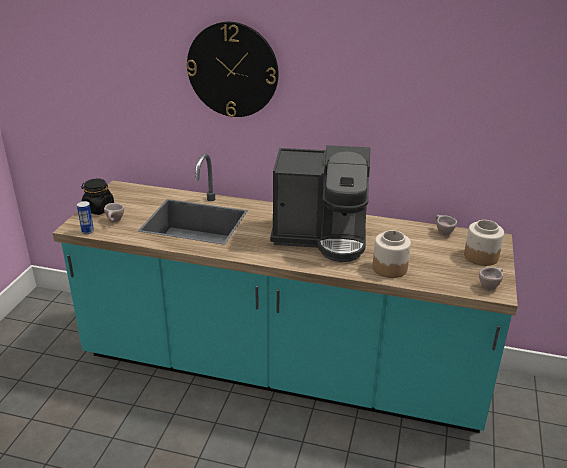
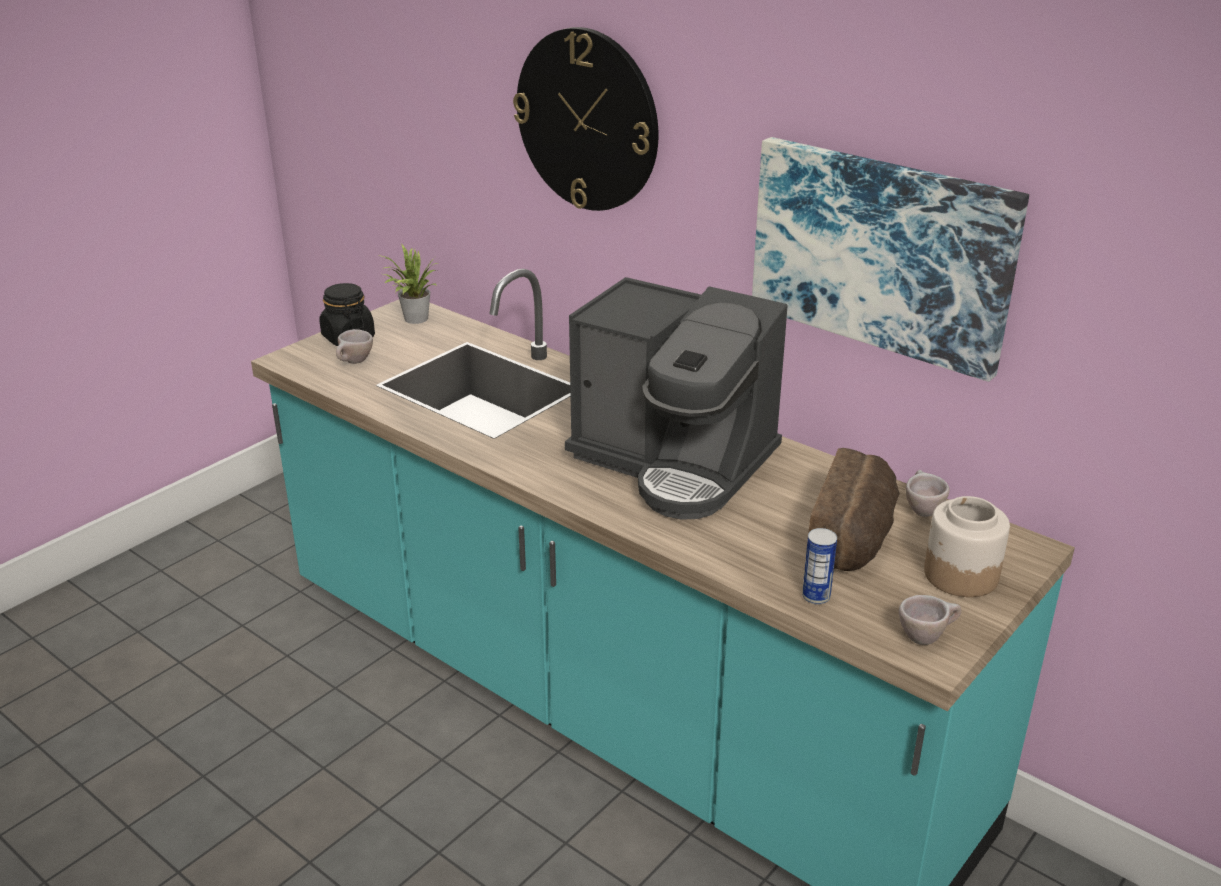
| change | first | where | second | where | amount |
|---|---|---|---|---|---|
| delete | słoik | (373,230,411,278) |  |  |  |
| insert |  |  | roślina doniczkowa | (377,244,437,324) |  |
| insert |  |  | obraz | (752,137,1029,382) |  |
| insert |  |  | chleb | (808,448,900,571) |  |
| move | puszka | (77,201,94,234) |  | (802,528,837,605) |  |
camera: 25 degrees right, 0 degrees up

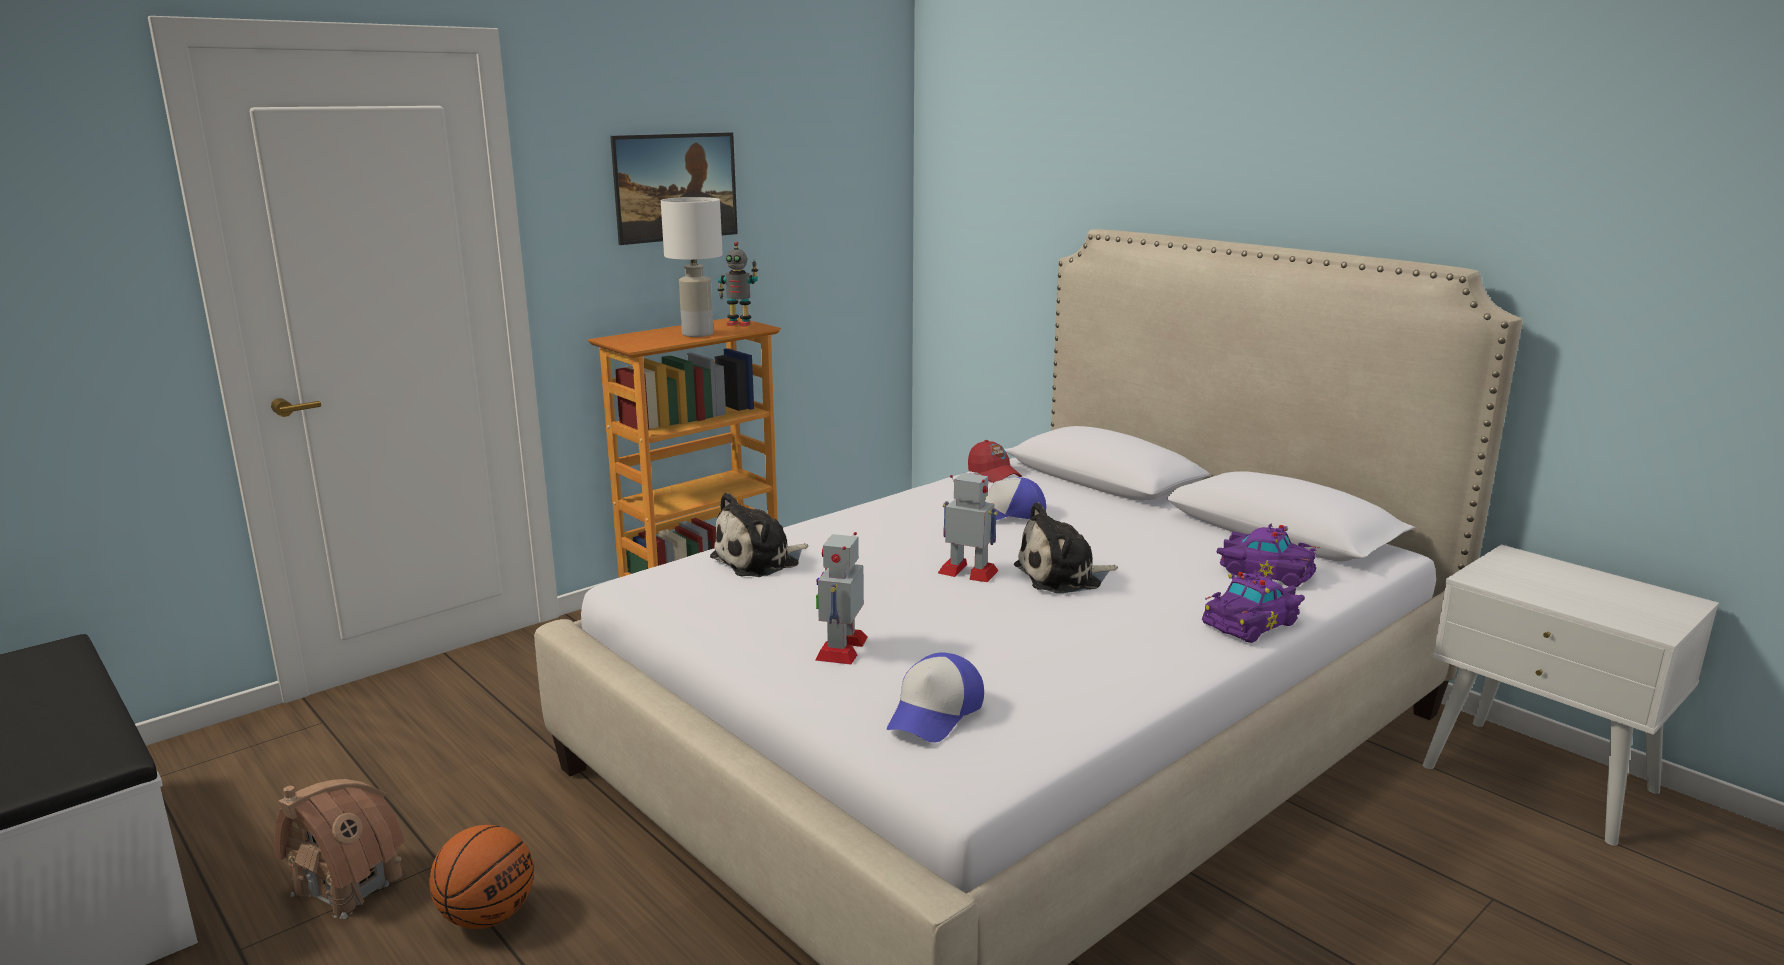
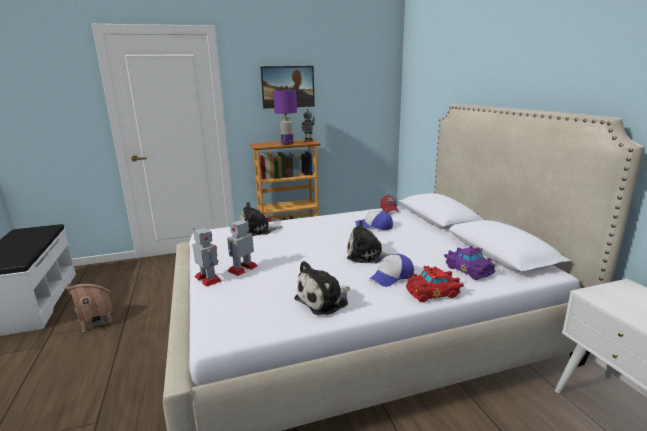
| change | first | where | second | where | amount |
|---|---|---|---|---|---|
| delete | piłka do koszykówki | (429,825,534,929) |  |  |  |
| insert |  |  | pluszak | (294,261,350,315) |  |
| move | czapka z daszkiem | (887,652,984,742) |  | (369,254,414,287) |  |
| move | robot zabawkowy | (938,473,998,582) |  | (192,228,222,287) |  |
| recolor | lampa stołowa (biały) | (661,197,723,337) | lampa stołowa (fioletowy) | (273,90,297,145) |  |
| recolor | samochodzik (fioletowy) | (1202,570,1305,643) | samochodzik (czerwony) | (406,266,464,302) |  |
camera: 25 degrees right, 0 degrees up

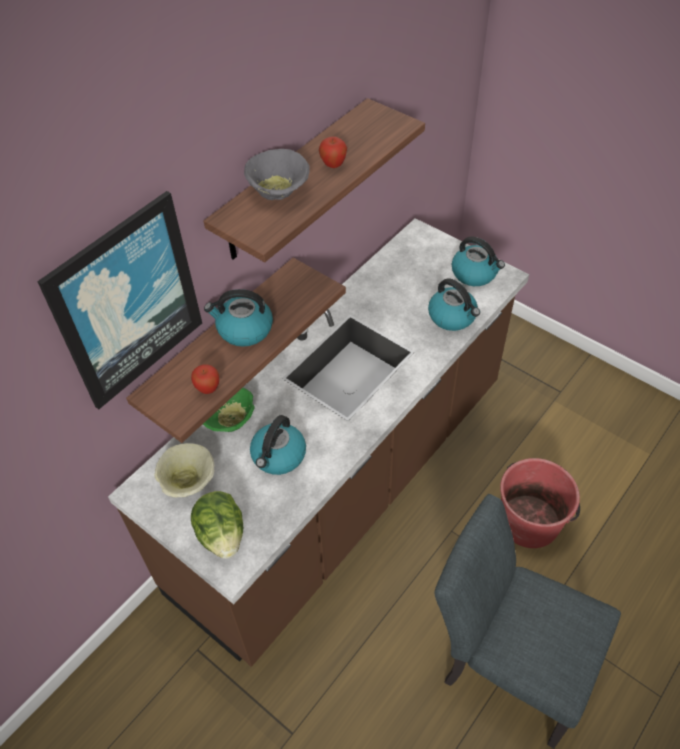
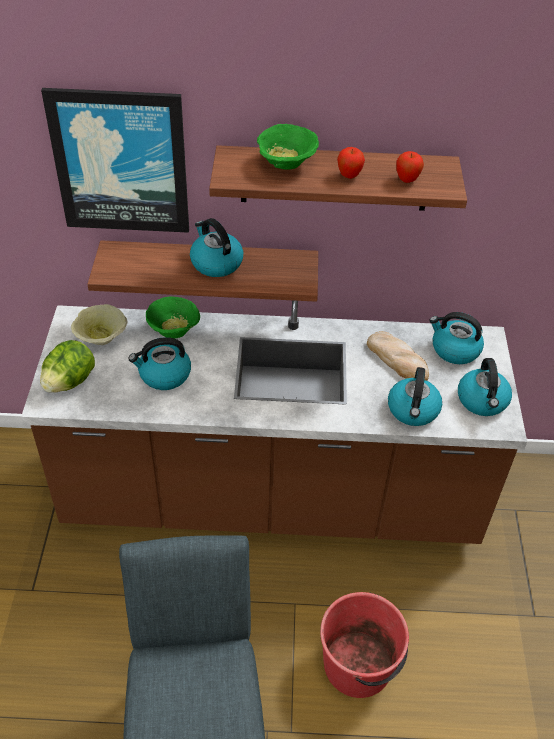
| change | first | where | second | where | amount |
|---|---|---|---|---|---|
| insert |  |  | chleb | (367,331,429,381) |  |
| insert |  |  | czajnik | (429,312,484,364) |  |
| move | jabłko | (191,364,219,394) |  | (396,151,424,183) |  |
| recolor | miska (szary) | (244,149,310,200) | miska (zielony) | (257,124,319,170) |  |
camera: 50 degrees right, 5 degrees down

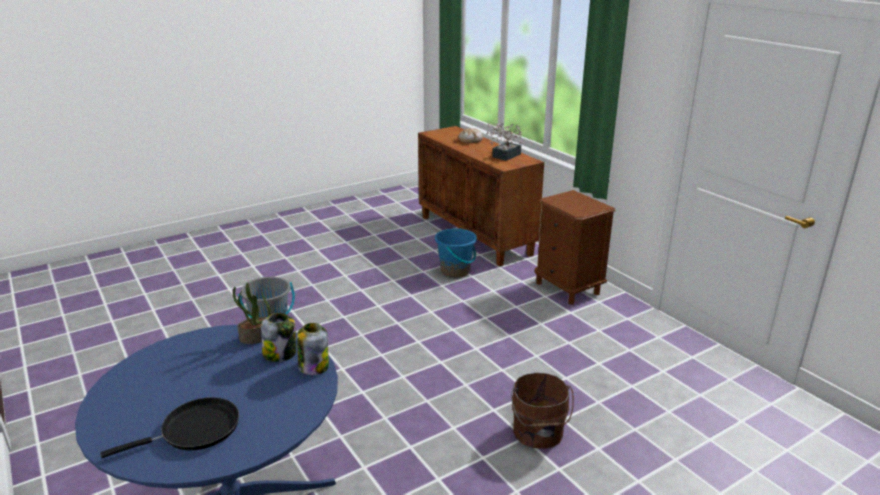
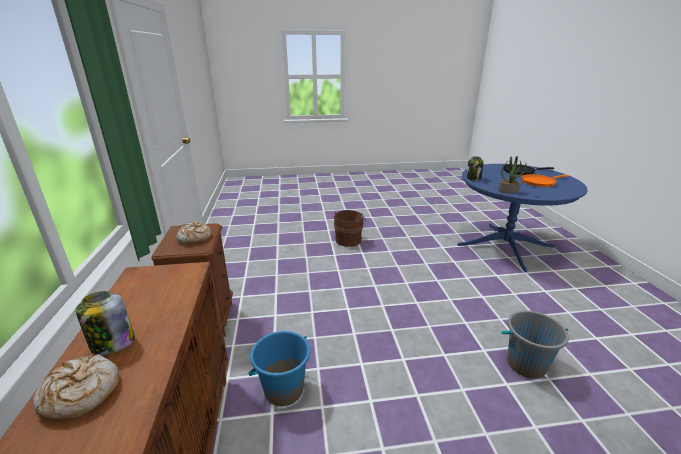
| change | first | where | second | where | amount |
|---|---|---|---|---|---|
| delete | roślina doniczkowa | (486,123,522,161) |  |  |  |
| insert |  |  | chleb | (176,221,211,244) |  |
| insert |  |  | patelnia (pomarańczowy) | (521,174,568,187) |  |
| move | słoik | (261,313,296,362) |  | (76,291,135,355) |  |
camera: 155 degrees left, 0 degrees up

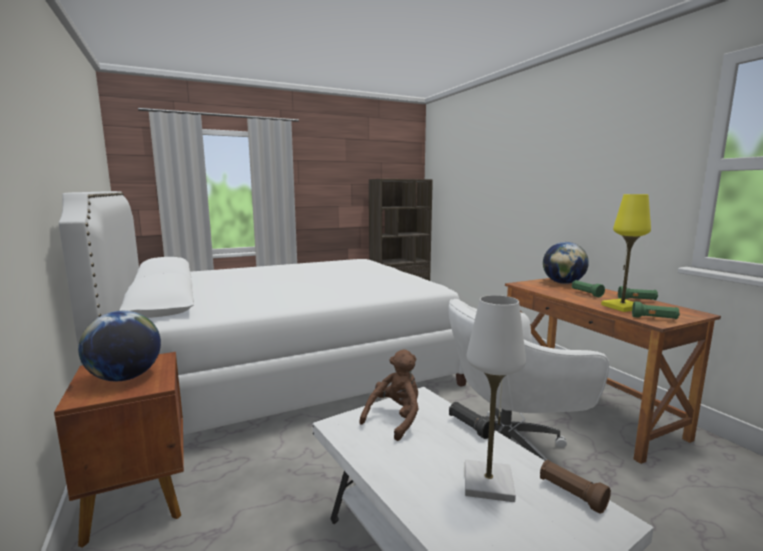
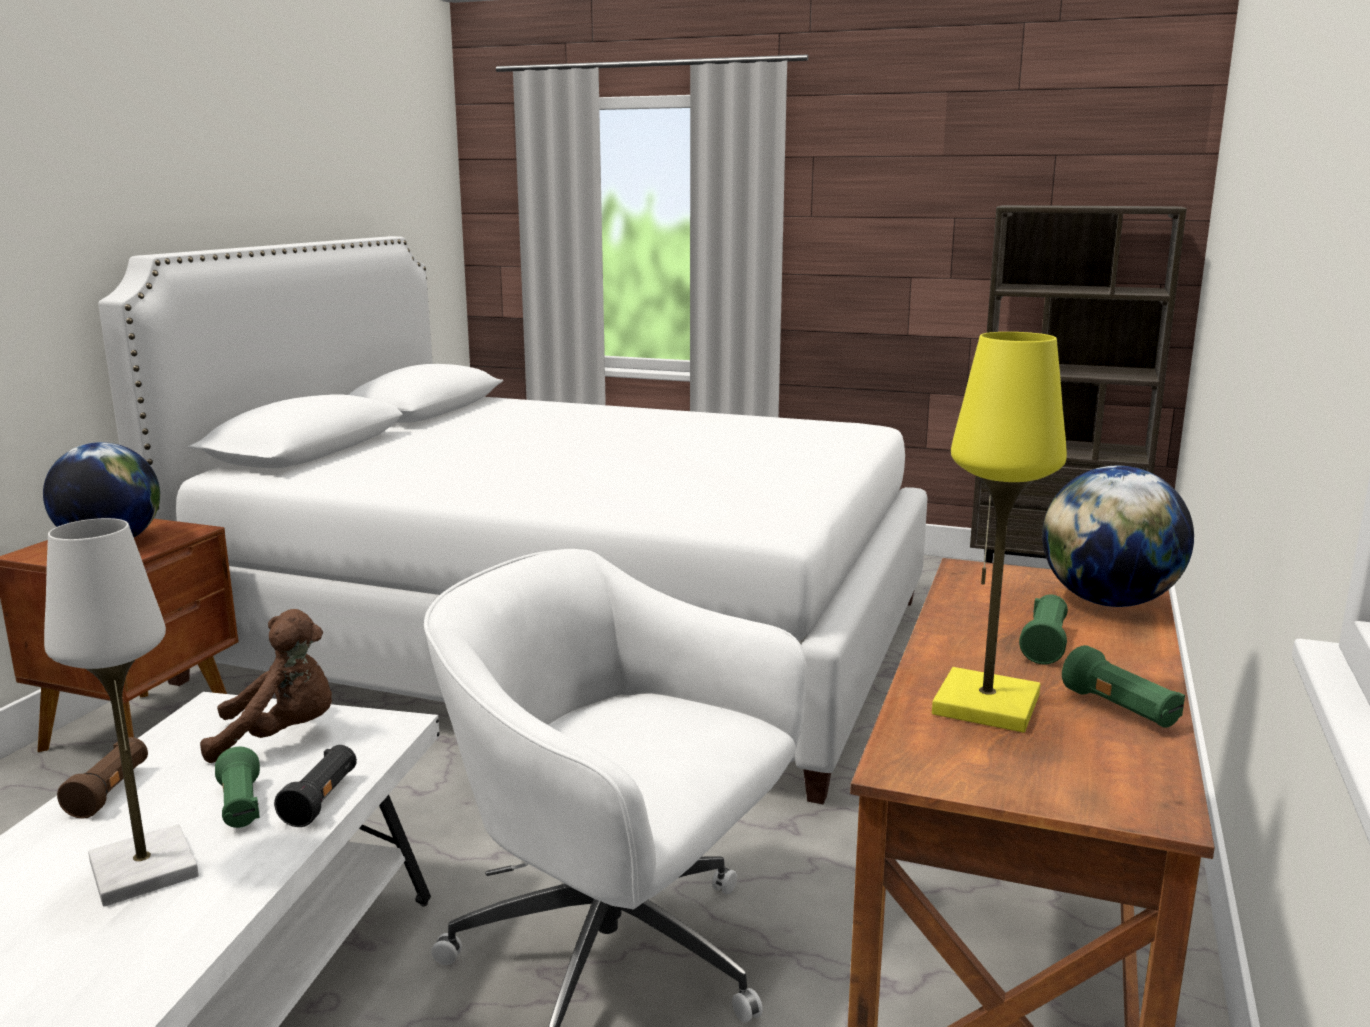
| change | first | where | second | where | amount |
|---|---|---|---|---|---|
| move | latarka (brązowy) | (540,460,611,514) |  | (57,737,148,819) |  |
| move | latarka (zielony) | (632,301,680,319) |  | (215,746,260,828) |  |
camera: 45 degrees right, 5 degrees up

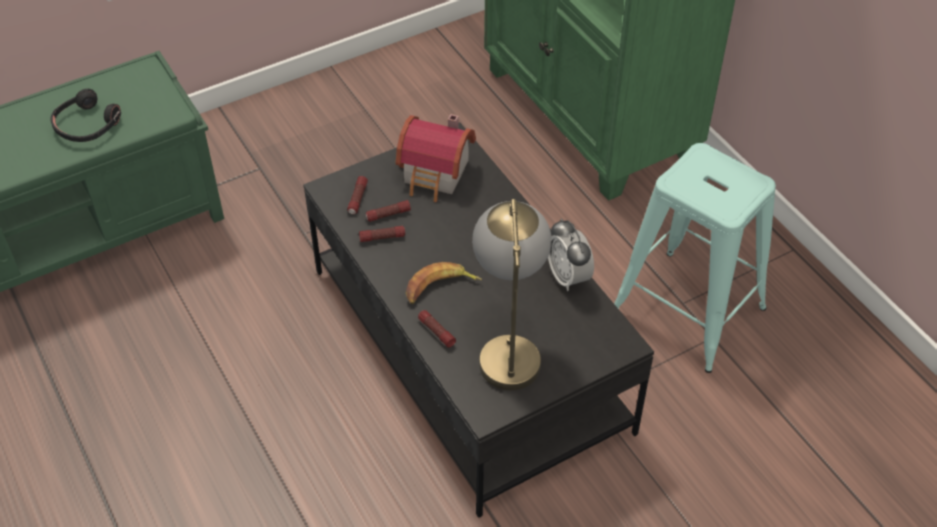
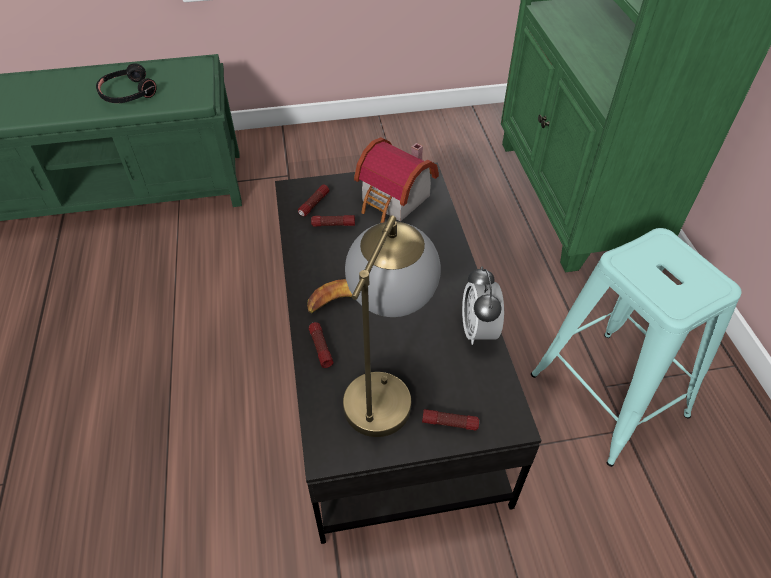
| change | first | where | second | where | amount |
|---|---|---|---|---|---|
| move | latarka | (359,226,405,242) |  | (422,409,479,431) |  |
camera: 20 degrees right, 0 degrees up

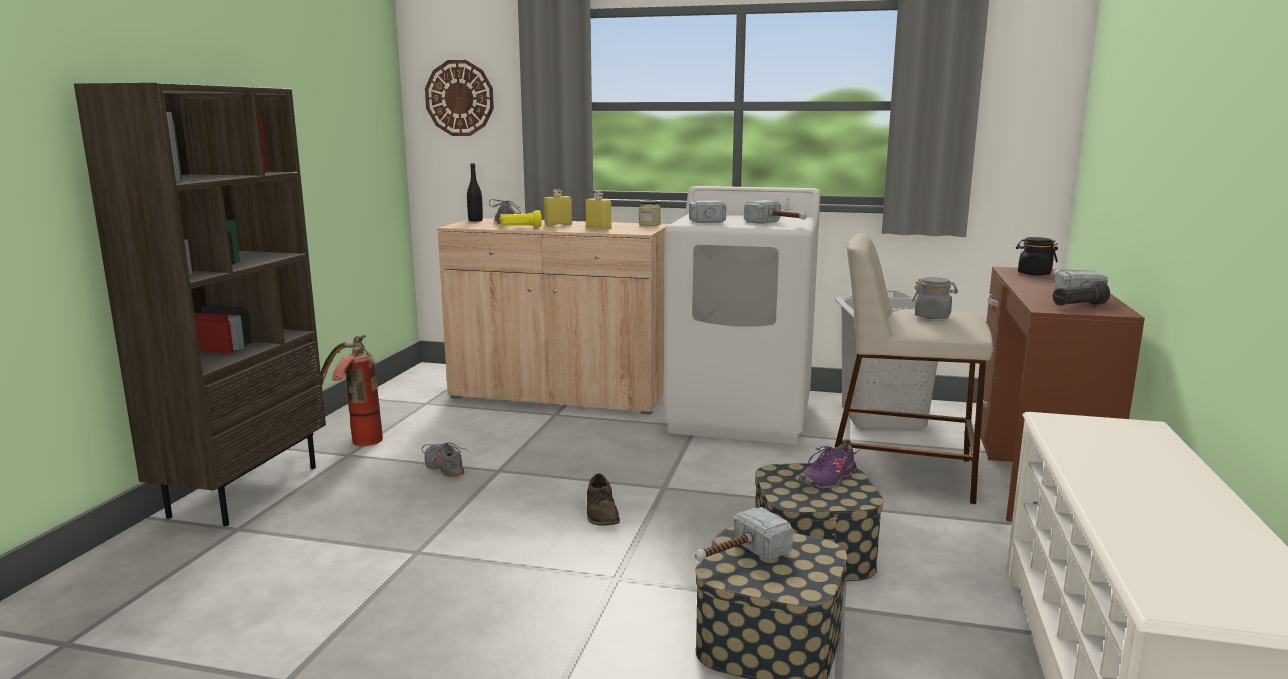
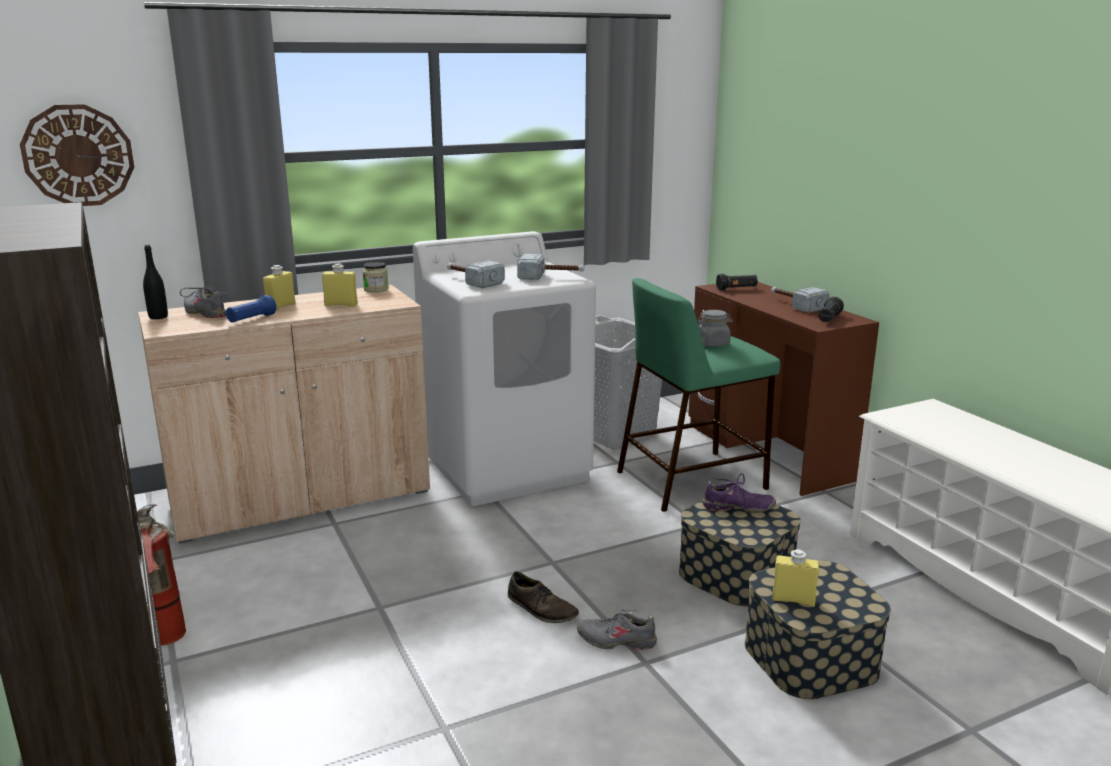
| change | first | where | second | where | amount |
|---|---|---|---|---|---|
| move | but (szary) | (422,442,469,477) |  | (577,609,657,650) |  |
| replace | młotek | (694,507,793,561) | butelka (żółty) | (772,549,819,607) |  |
| replace | słoik (czarny) | (1016,237,1058,276) | latarka (czarny) | (716,274,758,290) |  |
| recolor | latarka (żółty) | (499,210,542,227) | latarka (niebieski) | (225,295,276,323) |  |
| recolor | stołek (beżowy) | (835,233,993,504) | stołek (zielony) | (617,278,780,512) |  |
| rotate | but (fioletowy) | (798,439,861,489) |  | (703,473,776,513) | 90 degrees counterclockwise |
camera: 40 degrees left, 5 degrees up

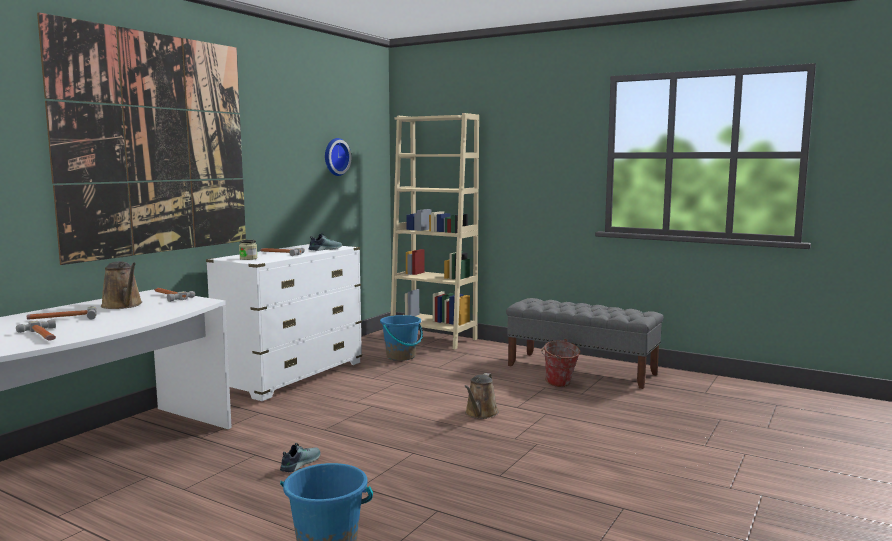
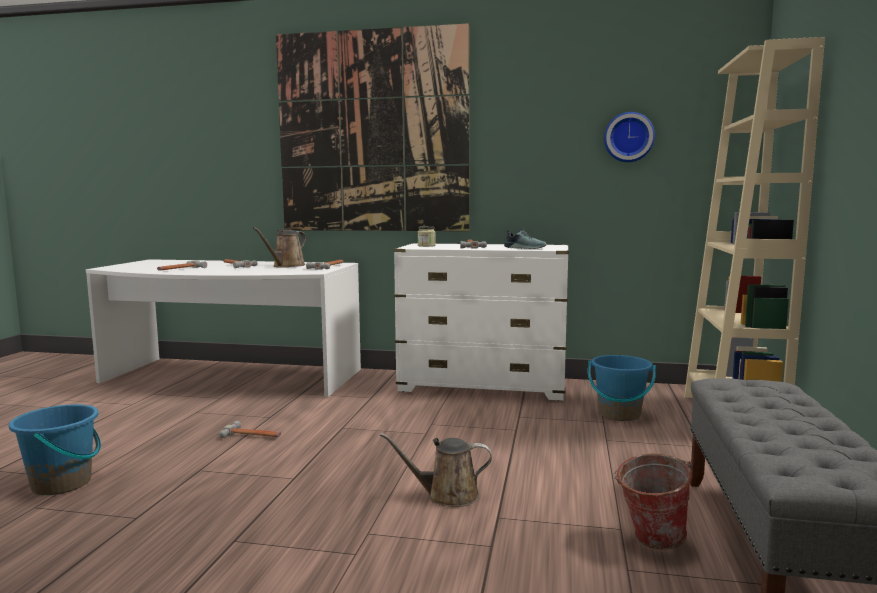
| change | first | where | second | where | amount |
|---|---|---|---|---|---|
| replace | but | (280,443,321,472) | młotek | (219,421,281,438) |  |
camera: 70 degrees right, 0 degrees up

